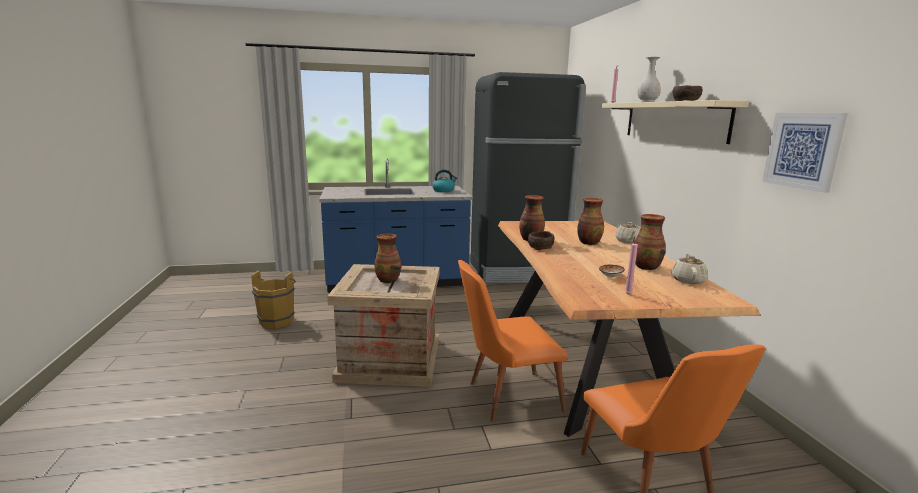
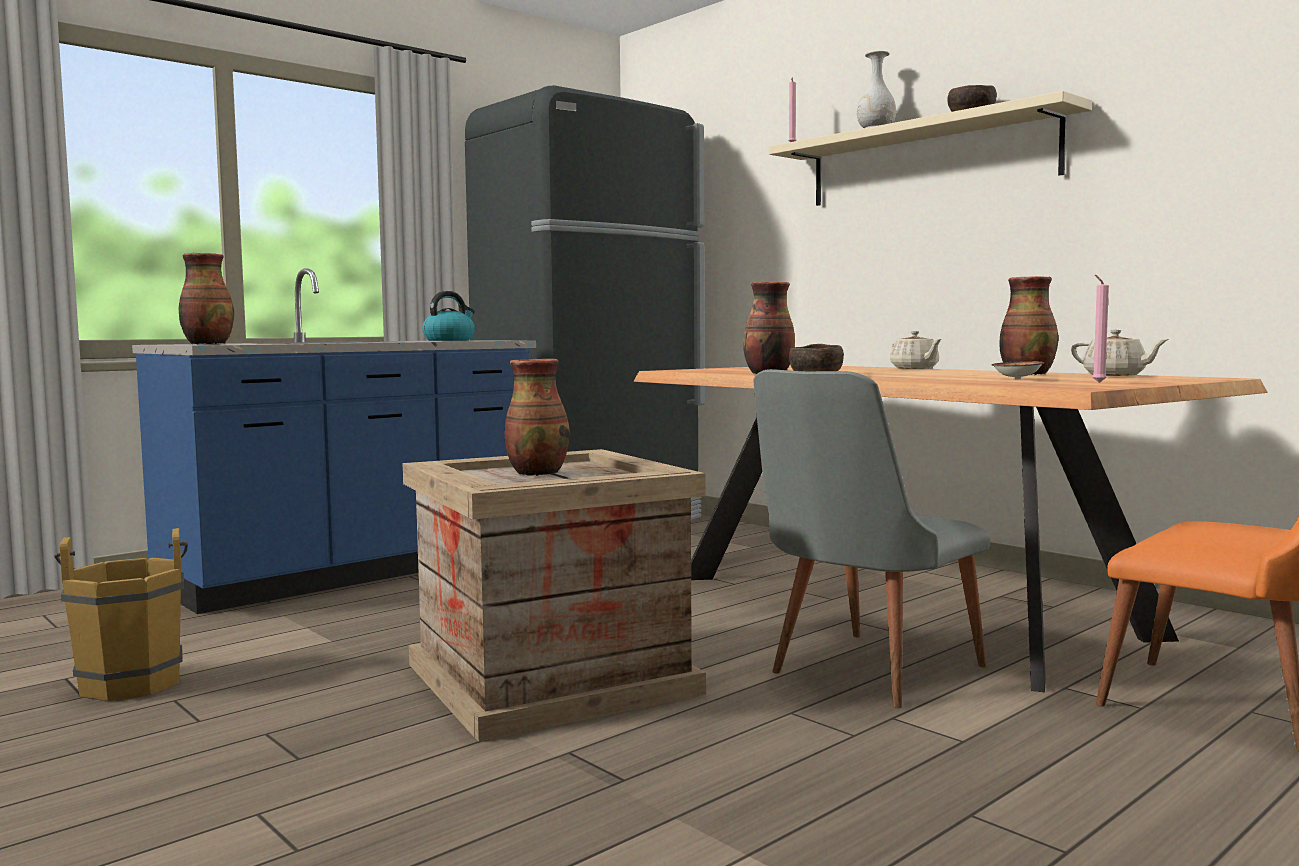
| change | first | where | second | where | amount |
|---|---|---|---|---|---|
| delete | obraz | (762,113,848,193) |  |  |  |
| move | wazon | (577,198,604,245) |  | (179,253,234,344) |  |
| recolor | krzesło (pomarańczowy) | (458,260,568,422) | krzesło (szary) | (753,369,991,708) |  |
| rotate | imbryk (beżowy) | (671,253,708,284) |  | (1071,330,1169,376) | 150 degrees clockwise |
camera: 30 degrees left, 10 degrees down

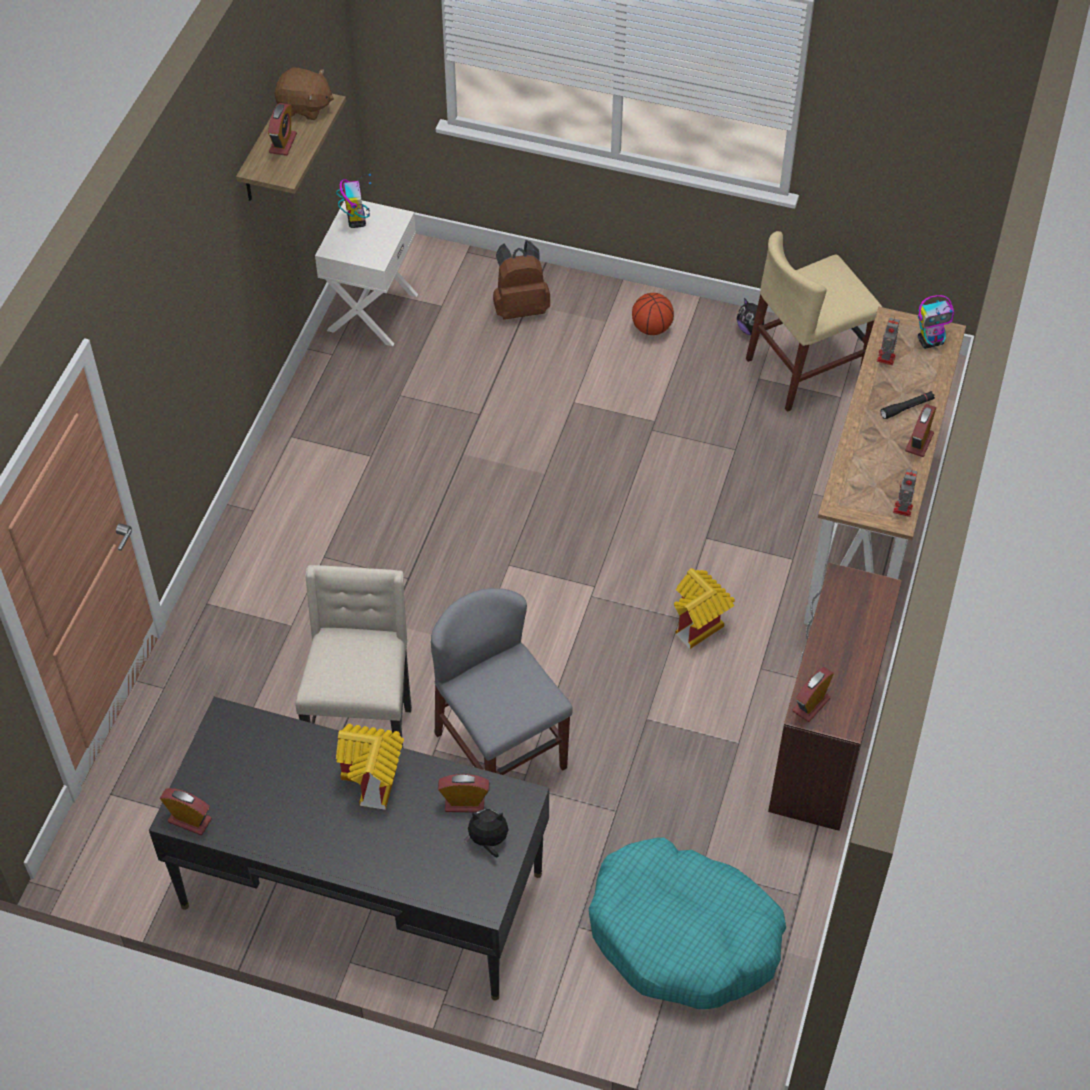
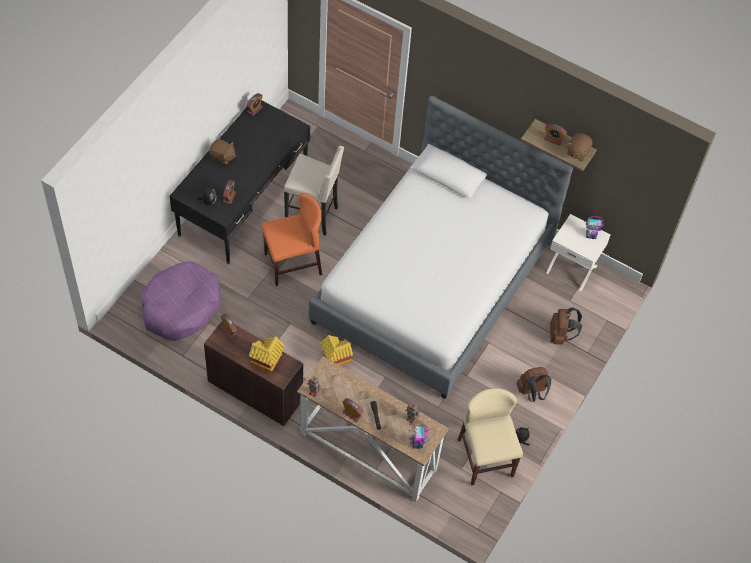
| change | first | where | second | where | amount |
|---|---|---|---|---|---|
| insert |  |  | pluszak (brązowy) | (209,139,236,165) |  |
| insert |  |  | łóżko | (309,96,573,399) |  |
| move | domek | (336,724,404,810) |  | (249,336,285,373) |  |
| replace | piłka do koszykówki | (632,293,674,335) | plecak (brązowy) | (517,367,551,402) |  |
| recolor | krzesło (szary) | (431,588,573,775) | krzesło (pomarańczowy) | (261,193,322,286) |  |
| recolor | legowisko (turkusowy) | (589,837,786,1009) | legowisko (fioletowy) | (141,261,221,341) |  |
camera: 100 degrees right, 5 degrees up

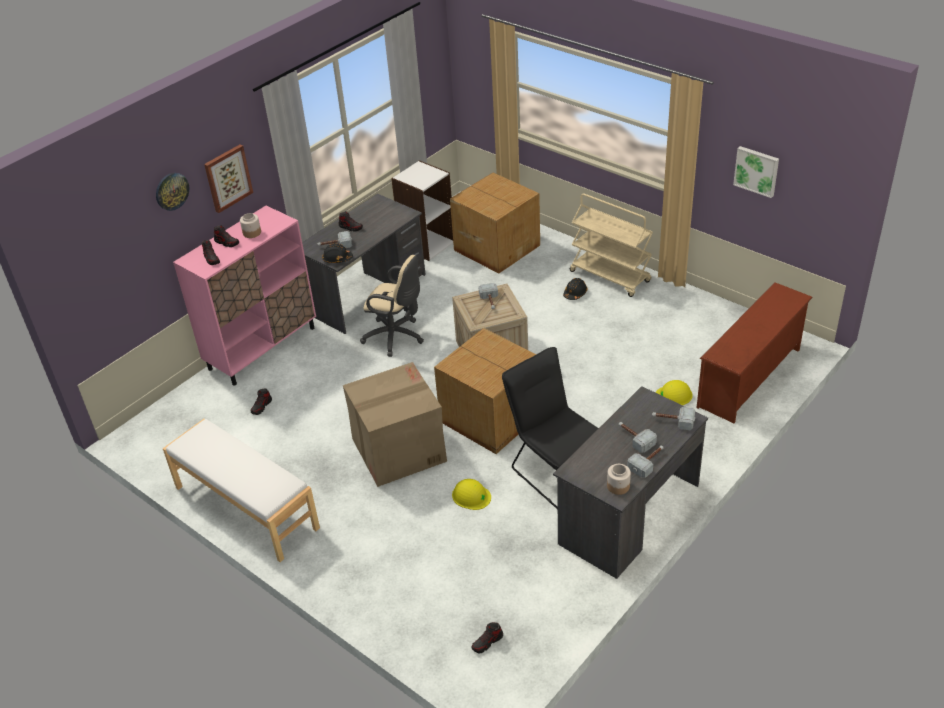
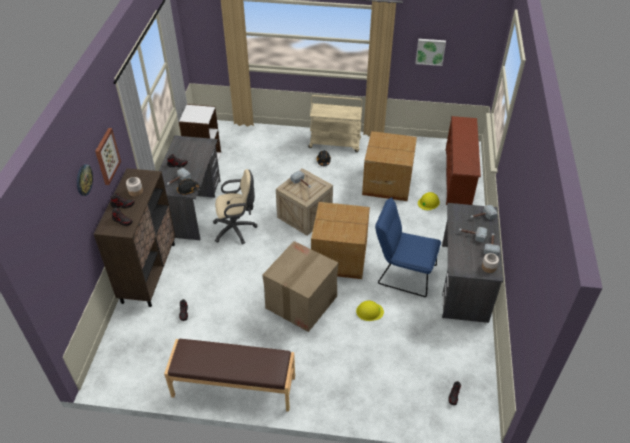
| change | first | where | second | where | amount |
|---|---|---|---|---|---|
| move | karton | (450,173,540,274) |  | (362,131,417,201) |  |
| recolor | ławka (biały) | (163,419,320,562) | ławka (brązowy) | (164,339,295,412) |  |
| recolor | szafka (różowy) | (173,206,316,386) | szafka (brązowy) | (94,168,176,307) |  |
| recolor | krzesło (czarny) | (502,347,599,509) | krzesło (niebieski) | (375,197,441,297) |  |
camera: 35 degrees left, 5 degrees up

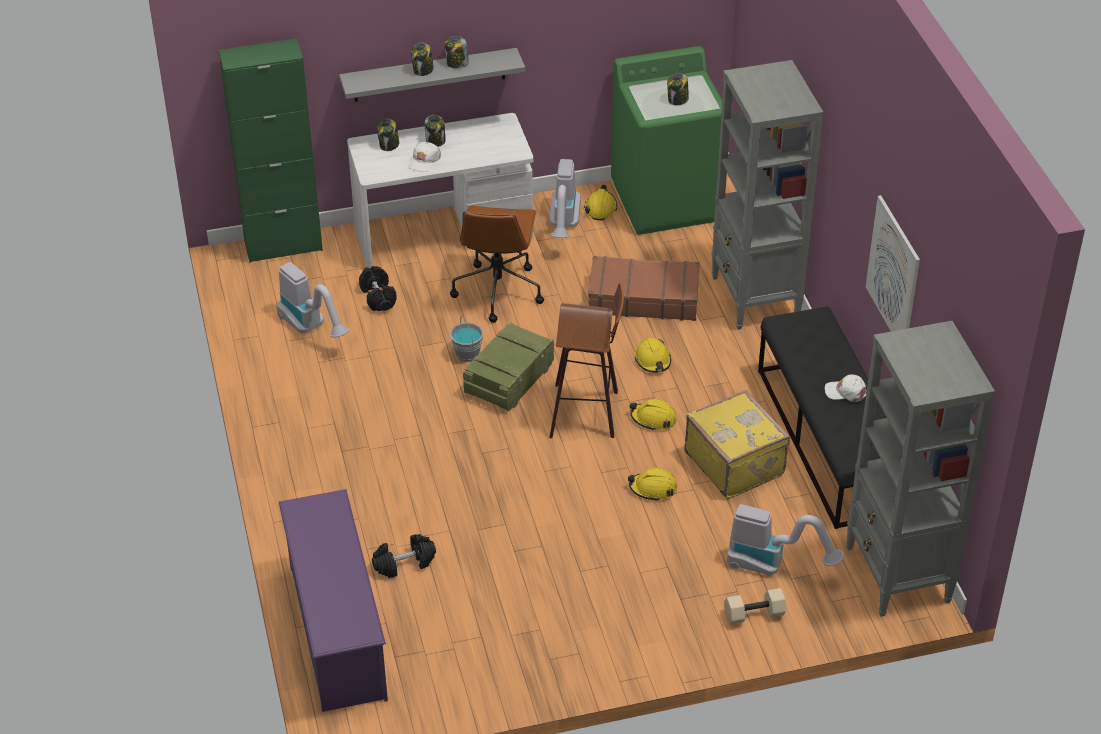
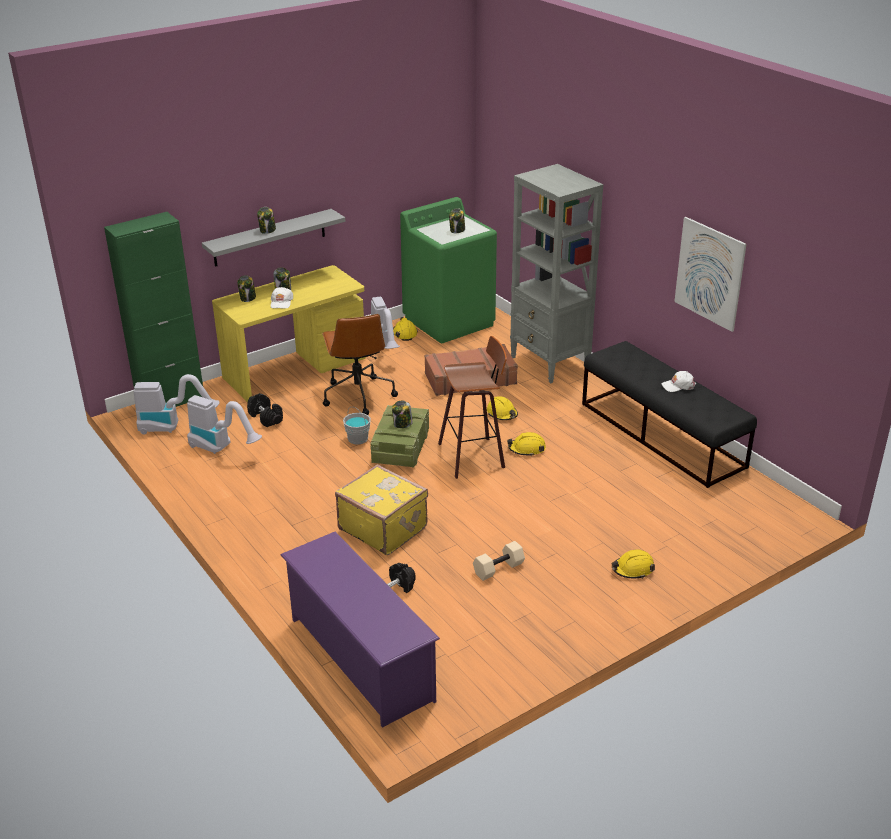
| change | first | where | second | where | amount |
|---|---|---|---|---|---|
| delete | regał (szary) | (846,321,995,617) |  |  |  |
| move | słoik | (445,36,469,68) |  | (392,401,413,428) |  |
| move | kask (żółty) | (628,468,678,501) |  | (612,550,655,579) |  |
| move | walizka (żółty) | (684,390,790,499) |  | (335,464,428,555) |  |
| move | hantel (beżowy) | (724,588,786,625) |  | (473,541,525,581) |  |
| move | odkurzacz | (727,504,844,576) |  | (134,374,220,434) |  |
| recolor | biurko (biały) | (347,113,533,268) | biurko (żółty) | (212,265,366,402) |  |
camera: 20 degrees left, 10 degrees down

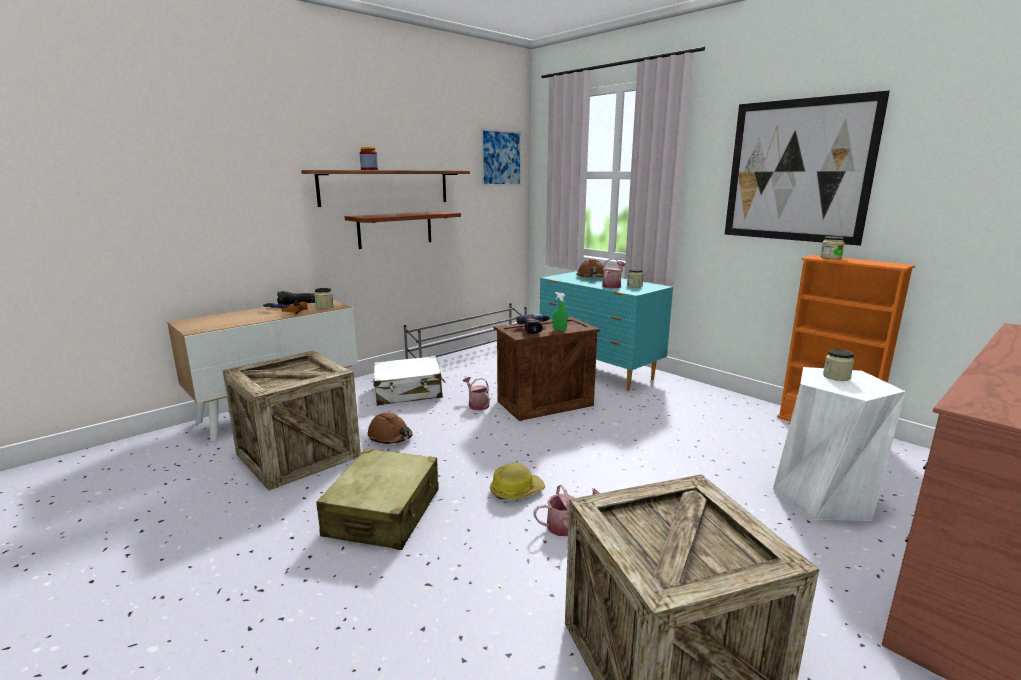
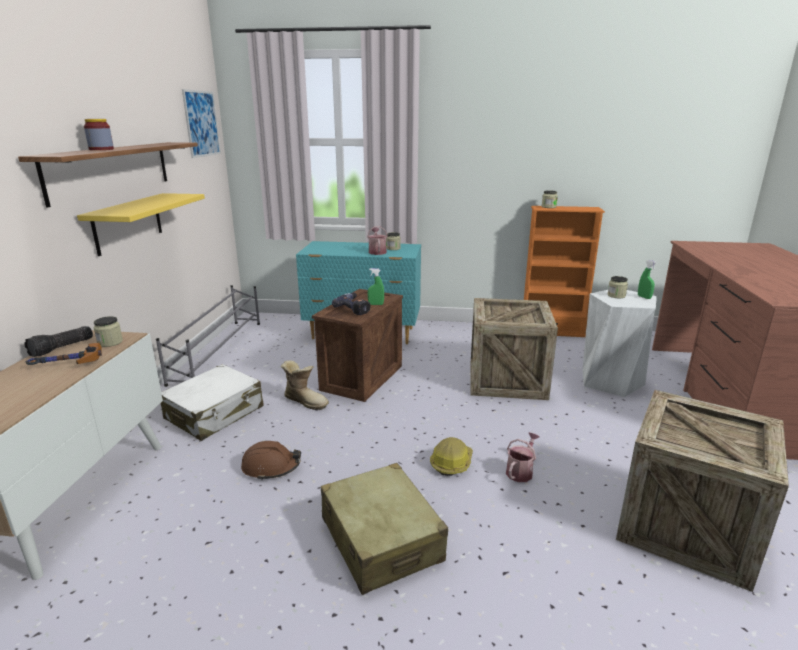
| change | first | where | second | where | amount |
|---|---|---|---|---|---|
| delete | kask (brązowy) | (576,258,604,277) |  |  |  |
| delete | obraz | (725,91,890,246) |  |  |  |
| insert |  |  | spryskiwacz (zielony) | (638,260,657,299) |  |
| move | skrzynka | (223,351,361,491) |  | (470,298,558,400) |  |
| replace | konewka | (463,377,490,410) | but z cholewką | (281,360,329,410) |  |
| recolor | półka (brązowy) | (345,211,461,249) | półka (żółty) | (77,193,205,256) |  |
camera: 40 degrees left, 5 degrees up

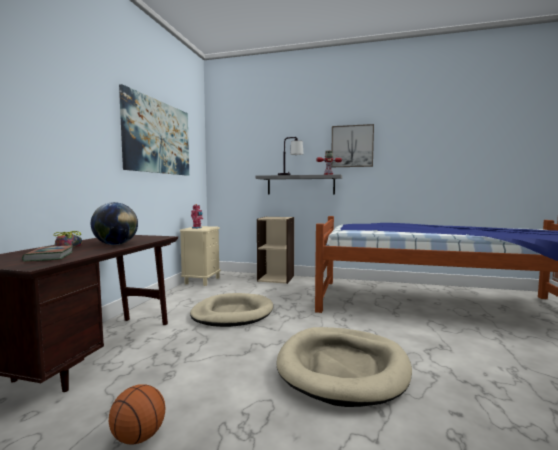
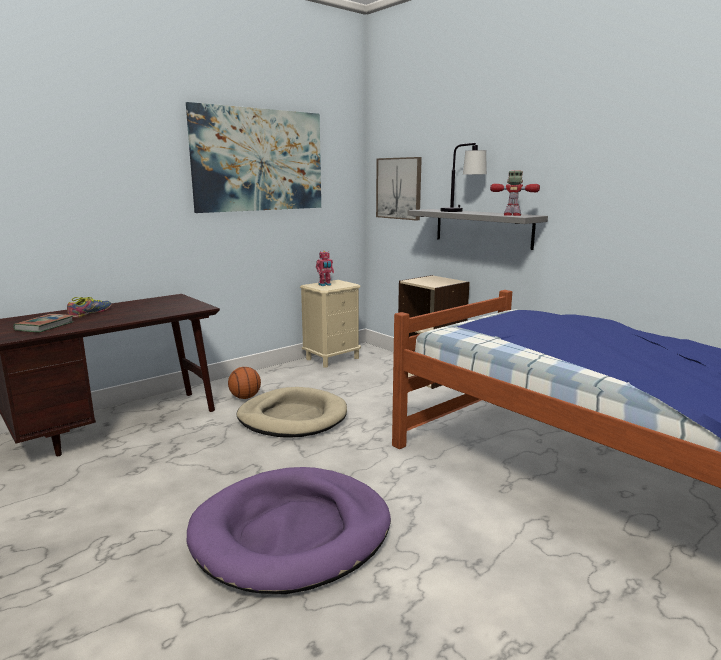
| change | first | where | second | where | amount |
|---|---|---|---|---|---|
| delete | globus | (91,202,138,245) |  |  |  |
| move | piłka do koszykówki | (109,384,165,445) |  | (228,367,261,399) |  |
| move | obraz | (331,124,374,167) |  | (376,157,422,221) |  |
| recolor | legowisko (beżowy) | (277,327,412,407) | legowisko (fioletowy) | (187,467,391,594) |  |
camera: 35 degrees right, 10 degrees up

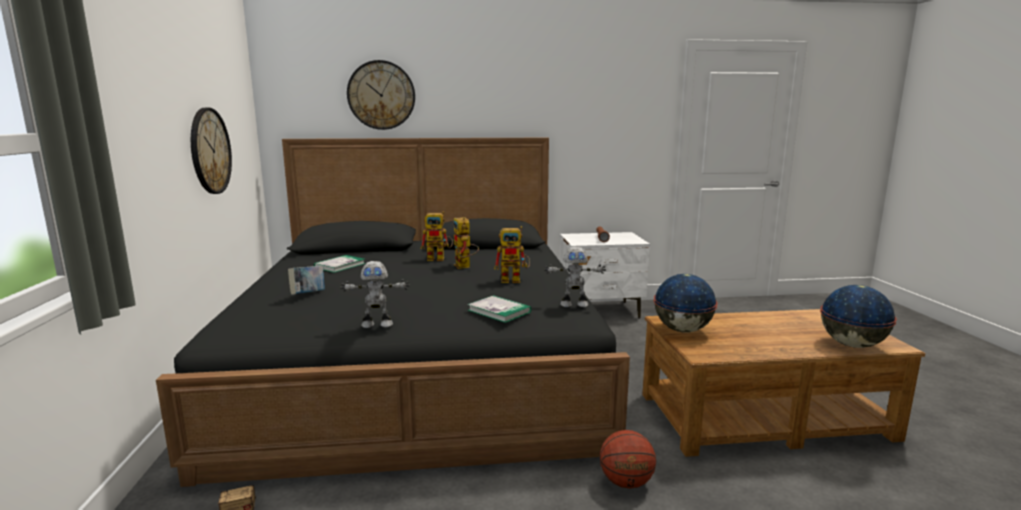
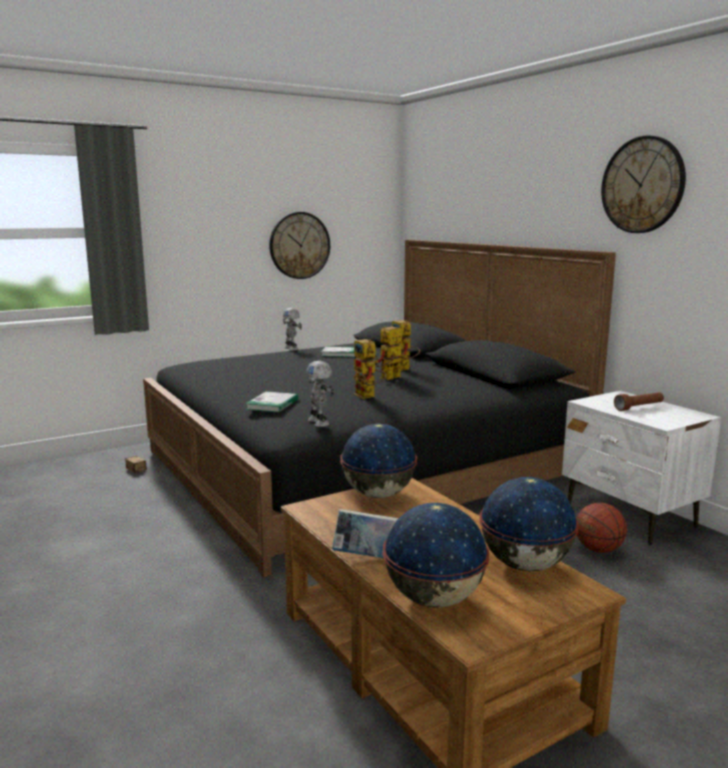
| change | first | where | second | where | amount |
|---|---|---|---|---|---|
| insert |  |  | globus | (479,477,579,571) |  |
| move | książka | (288,266,325,295) |  | (332,509,399,558) |  |
| move | robot zabawkowy | (340,261,410,328) |  | (283,308,302,351) |  |
| move | zegar ścienny | (347,60,415,130) |  | (601,136,686,233) |  |
| move | piłka do koszykówki | (600,430,656,488) |  | (576,503,627,553) |  |
camera: 65 degrees right, 0 degrees up

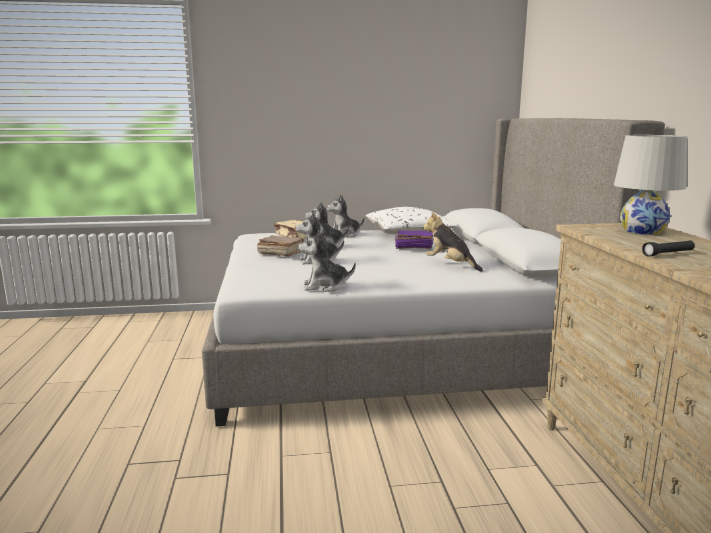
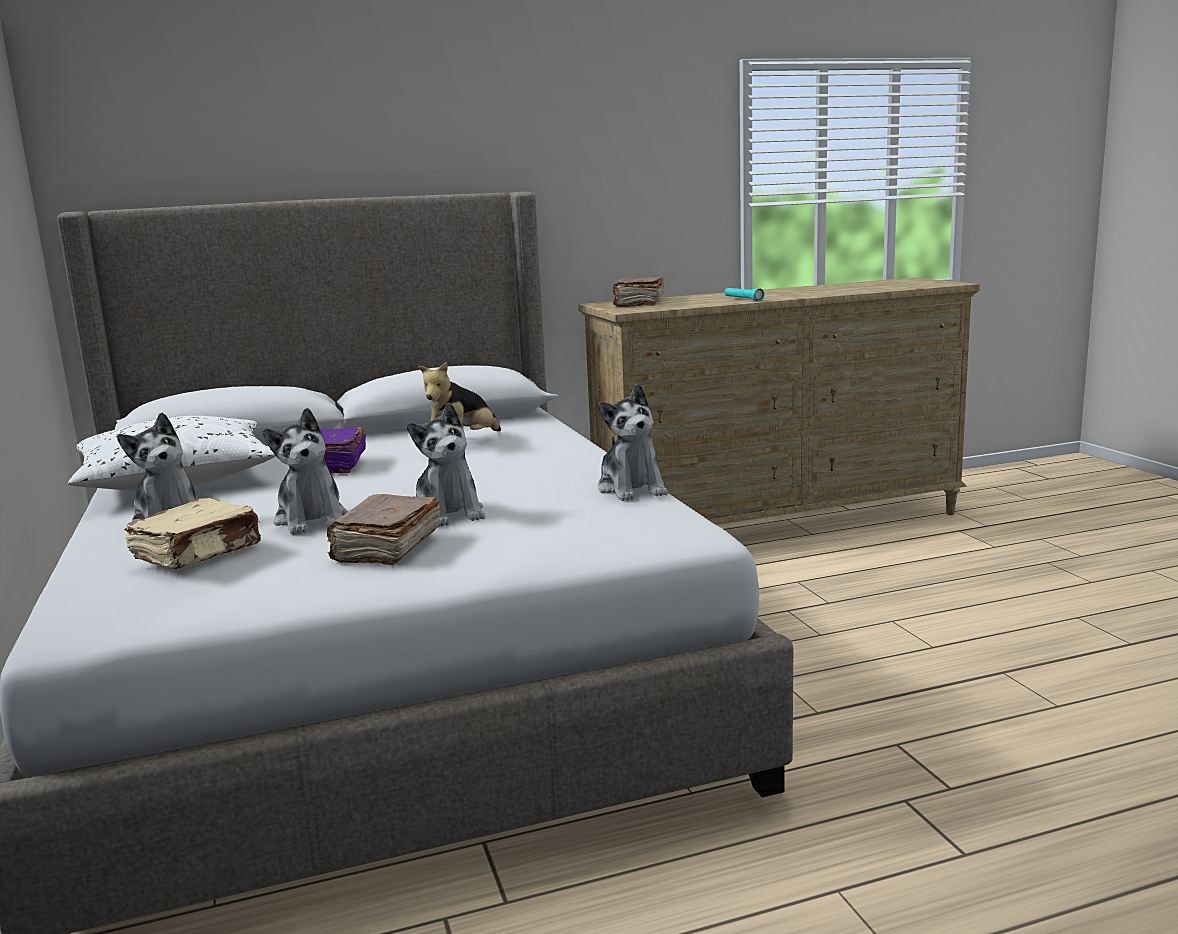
| change | first | where | second | where | amount |
|---|---|---|---|---|---|
| replace | lampa stołowa (biały) | (614,135,687,235) | książka (brązowy) | (613,277,664,307) |  |
| recolor | latarka (czarny) | (642,241,695,256) | latarka (turkusowy) | (725,288,764,301) |  |
camera: 100 degrees left, 0 degrees up

